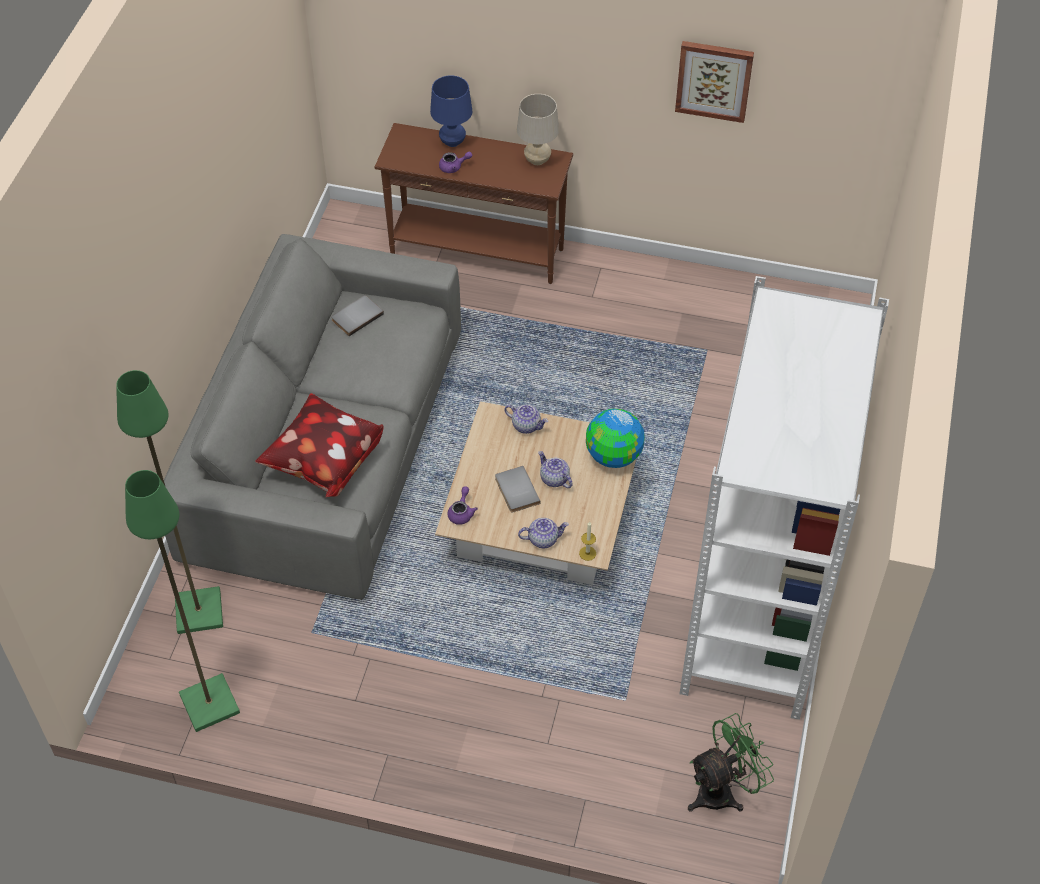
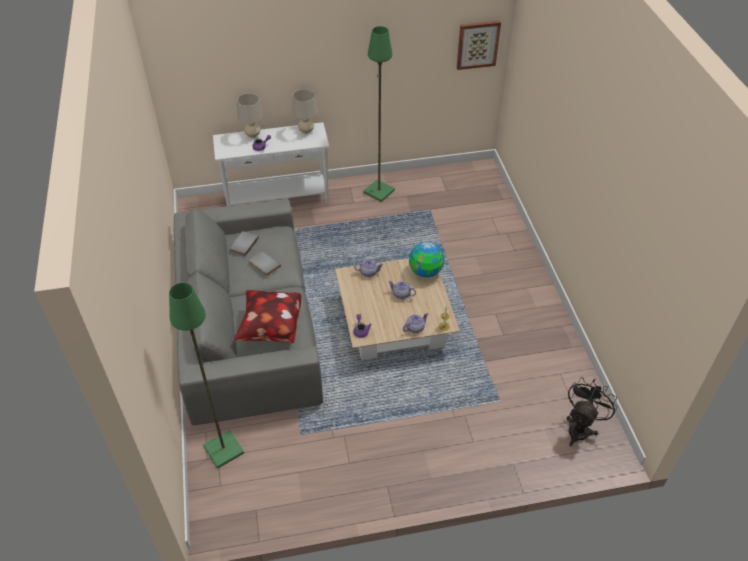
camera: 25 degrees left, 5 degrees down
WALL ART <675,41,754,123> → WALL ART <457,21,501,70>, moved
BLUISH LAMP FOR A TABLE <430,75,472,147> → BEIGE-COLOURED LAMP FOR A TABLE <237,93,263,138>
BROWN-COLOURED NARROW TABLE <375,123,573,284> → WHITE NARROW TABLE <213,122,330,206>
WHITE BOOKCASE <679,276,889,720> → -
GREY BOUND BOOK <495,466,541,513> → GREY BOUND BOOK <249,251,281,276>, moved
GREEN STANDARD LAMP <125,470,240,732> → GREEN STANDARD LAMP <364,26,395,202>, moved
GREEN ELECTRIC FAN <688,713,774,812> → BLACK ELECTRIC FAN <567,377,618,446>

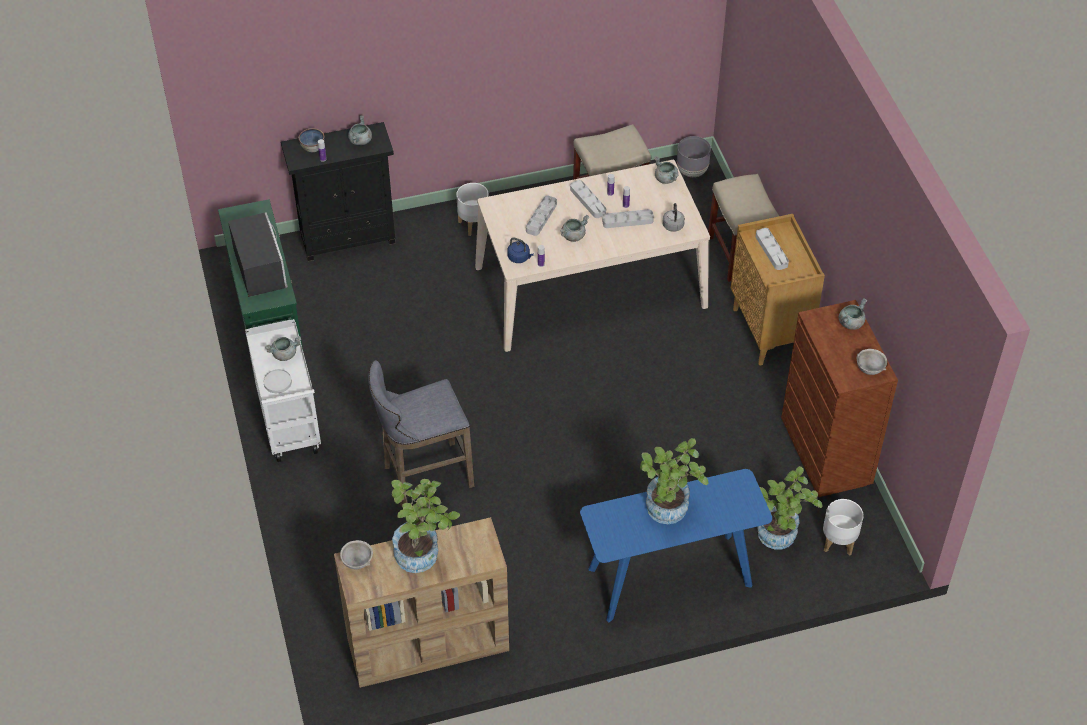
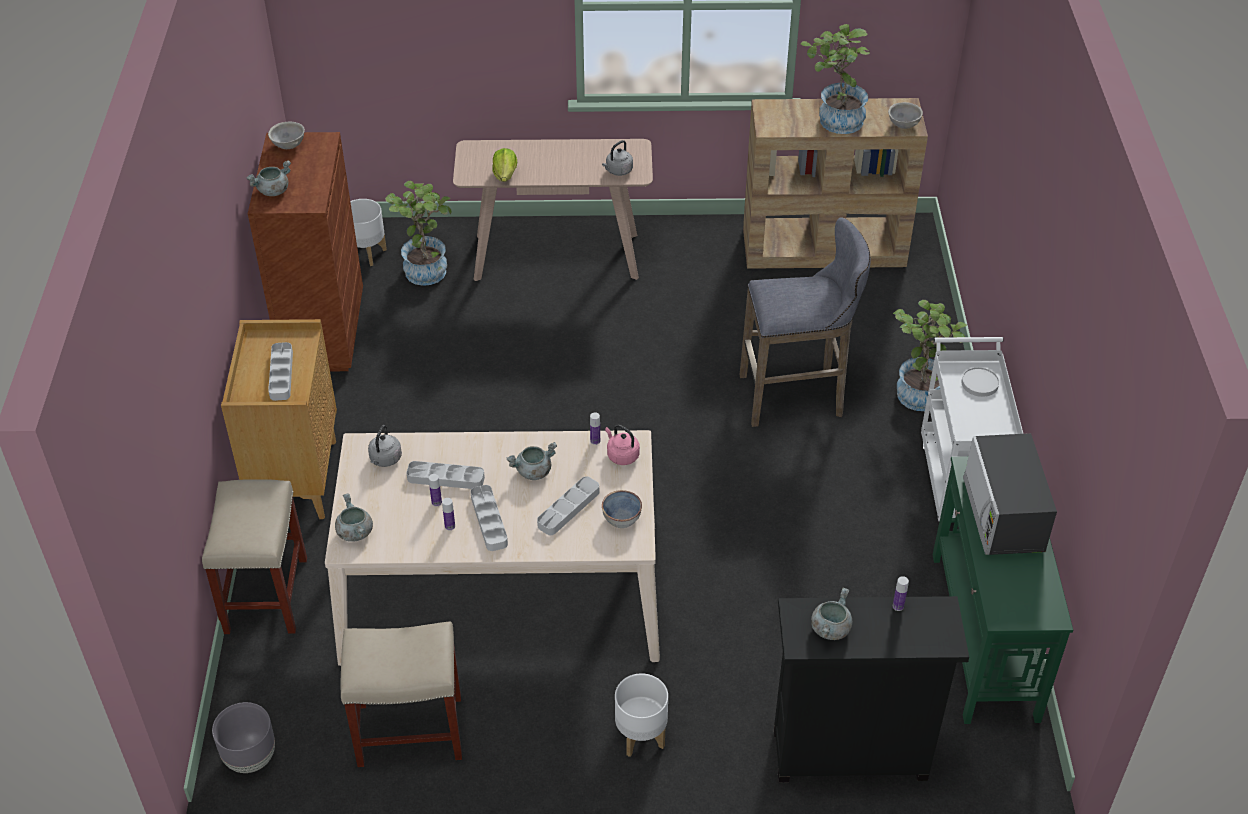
camera: 165 degrees left, 5 degrees down
SERVING BOWL <299,128,324,152> → SERVING BOWL <602,490,642,528>, moved
BLUISH WATER KETTLE <507,237,534,263> → PINK-COLOURED WATER KETTLE <605,425,640,465>
GREY STOCKPOT <265,337,301,361> → -
HOUSEPLANT <640,438,708,524> → HOUSEPLANT <893,300,967,411>, moved
BLUISH NARROW TABLE <580,469,772,622> → BEIGE-COLOURED NARROW TABLE <453,139,653,281>
- → GREY WATER KETTLE <602,140,633,176>
- → LETTUCE <492,148,517,182>

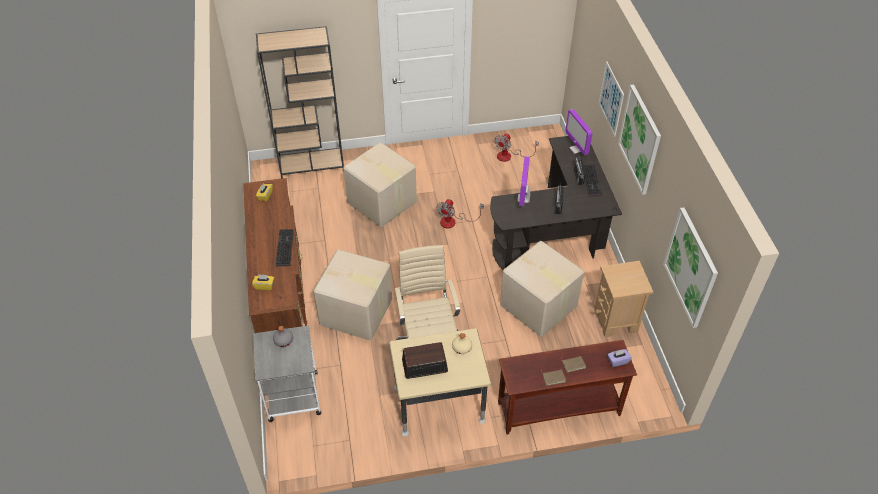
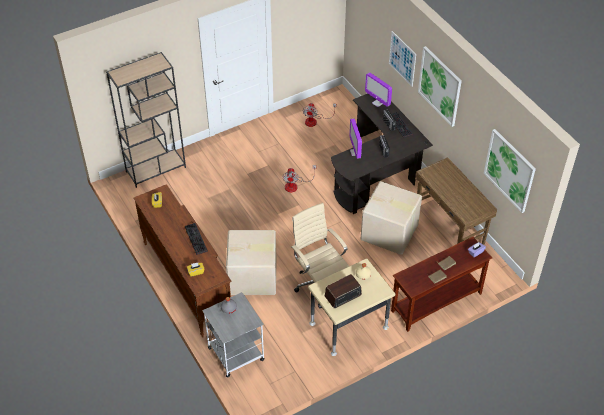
camera: 20 degrees left, 0 degrees up
CARTON <343,142,417,227> → -
BEIGE-COLOURED BEDSIDE TABLE <594,261,653,337> → BROWN-COLOURED NARROW TABLE <415,157,497,245>

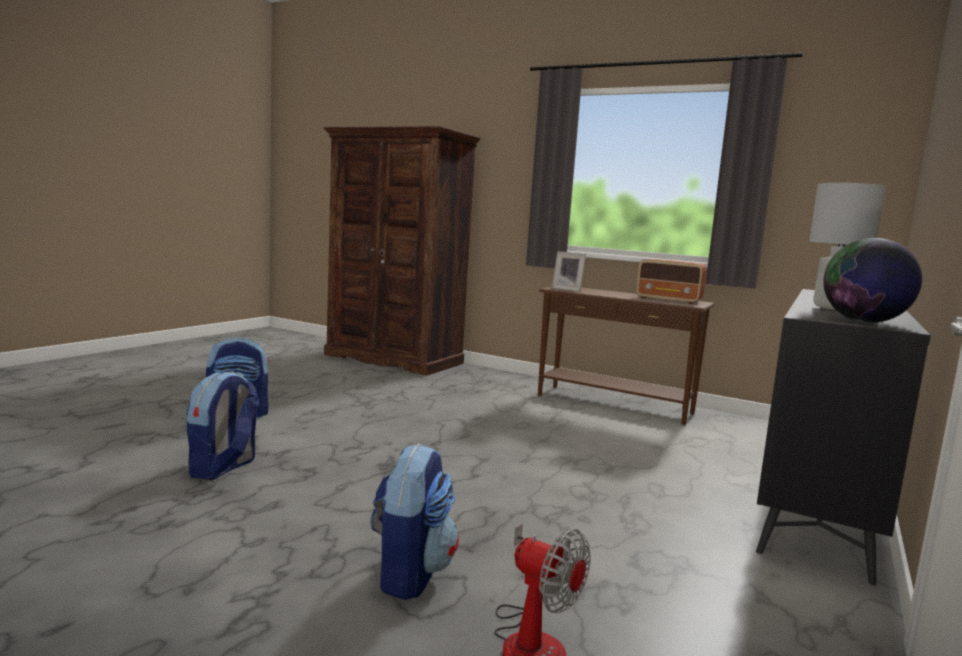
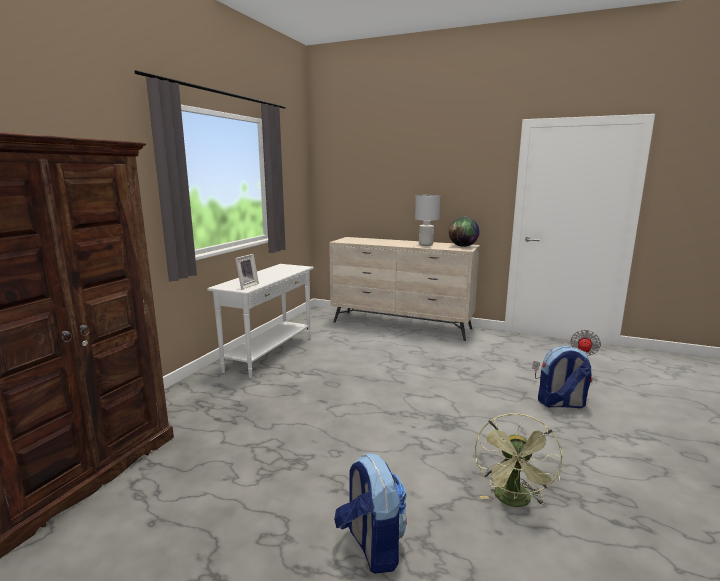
camera: 95 degrees left, 5 degrees up
RADIO <636,259,706,304> → -
BROWN-COLOURED NARROW TABLE <538,287,715,426> → WHITE NARROW TABLE <207,264,314,379>
BLACK DRAWER CHEST <756,289,931,585> → BEIGE-COLOURED DRAWER CHEST <329,237,480,341>
RUCKSACK <186,371,259,480> → GREEN ELECTRIC FAN <475,413,563,507>

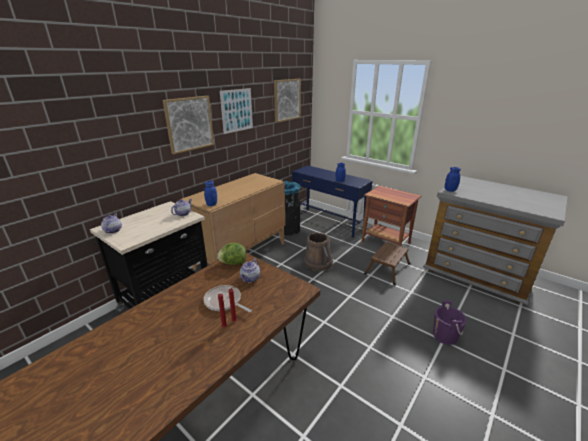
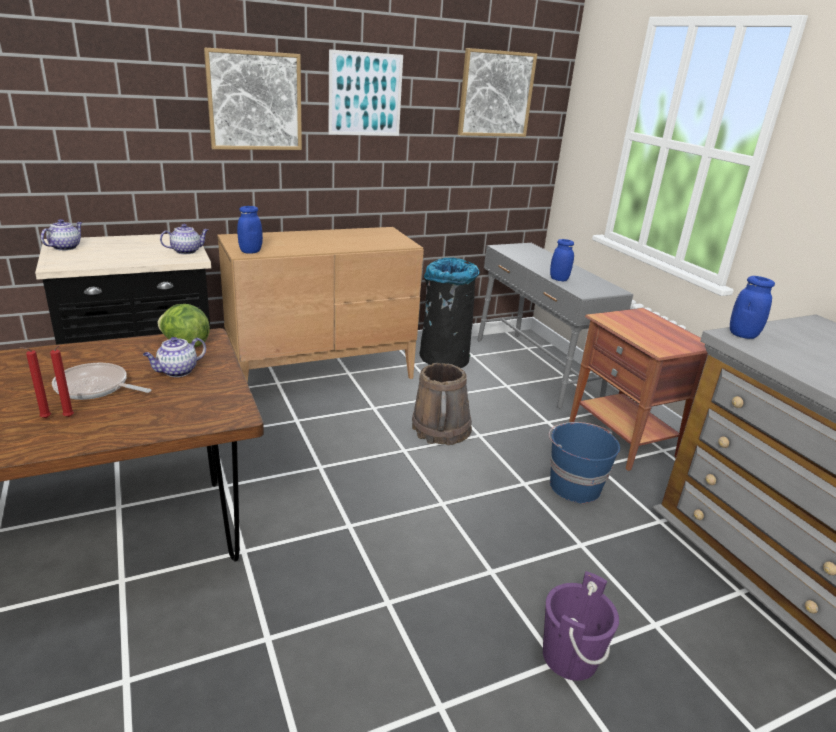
camera: 25 degrees right, 0 degrees up
BLUISH NARROW TABLE <292,165,373,238> → GREY NARROW TABLE <478,243,633,408>
BROWN-COLOURED STEP STOOL <364,242,410,286> → BLUISH BUCKET <549,422,620,503>
SKILLET <203,285,252,312> → SKILLET <52,363,151,400>, 45 degrees counterclockwise

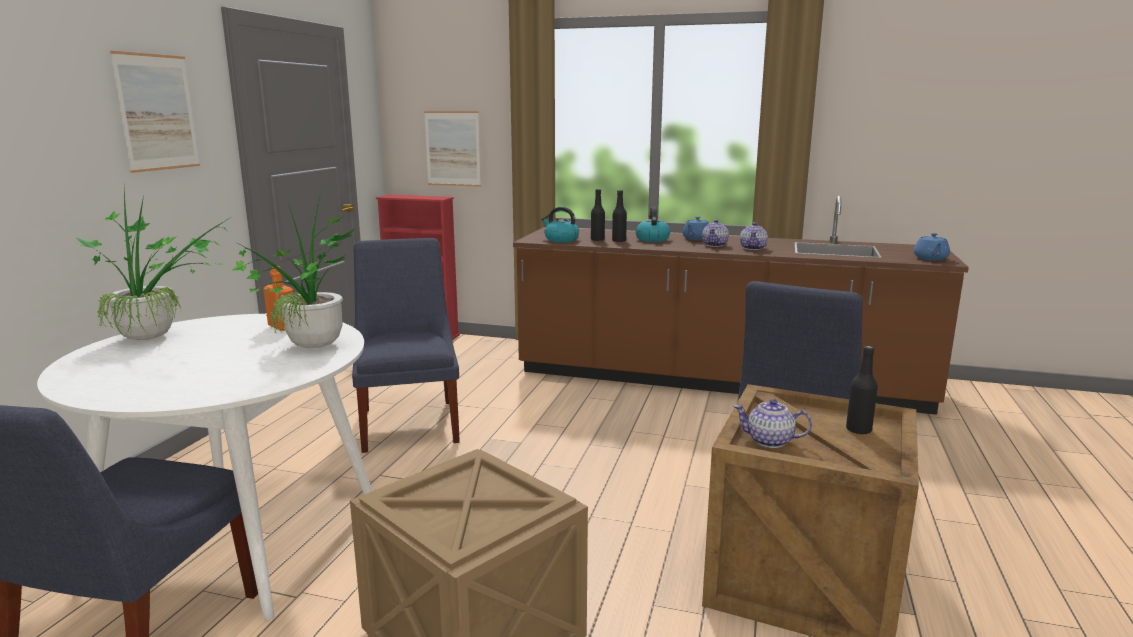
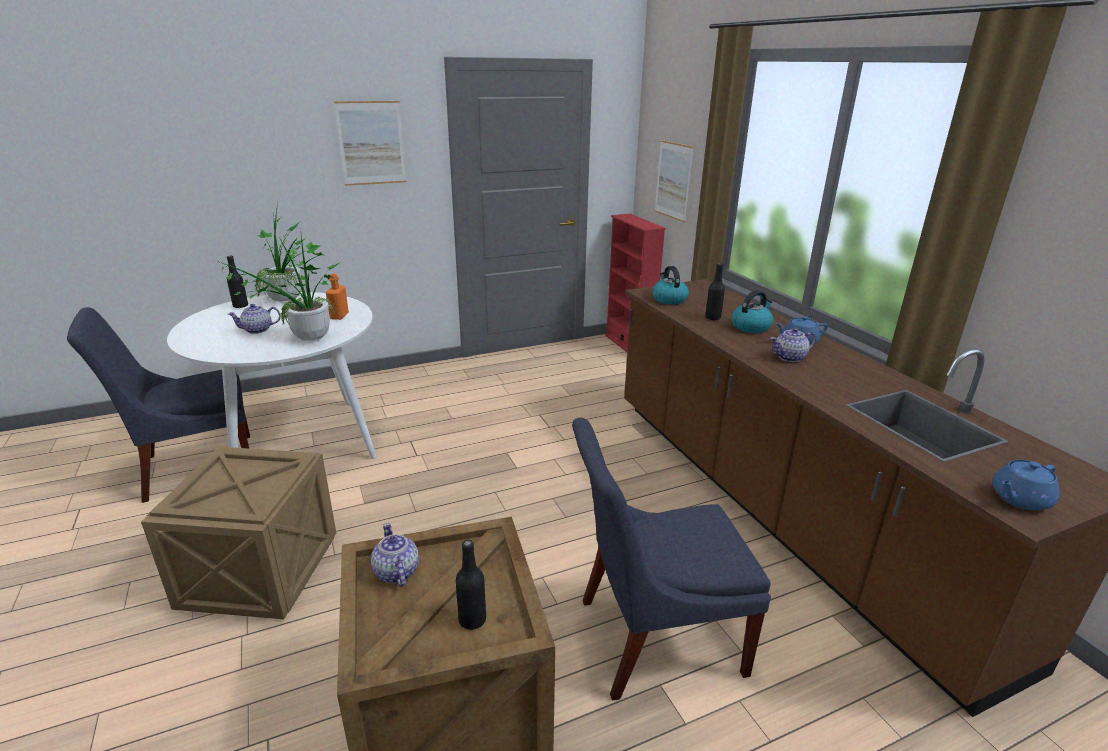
camera: 50 degrees right, 10 degrees up
BLACK BEVERAGE BOTTLE <591,189,605,241> → BLACK BEVERAGE BOTTLE <227,256,248,308>, moved
TEAPOT <740,222,768,250> → TEAPOT <228,304,281,334>, moved
BLUISH PLAIN CHAIR <352,238,460,453> → -

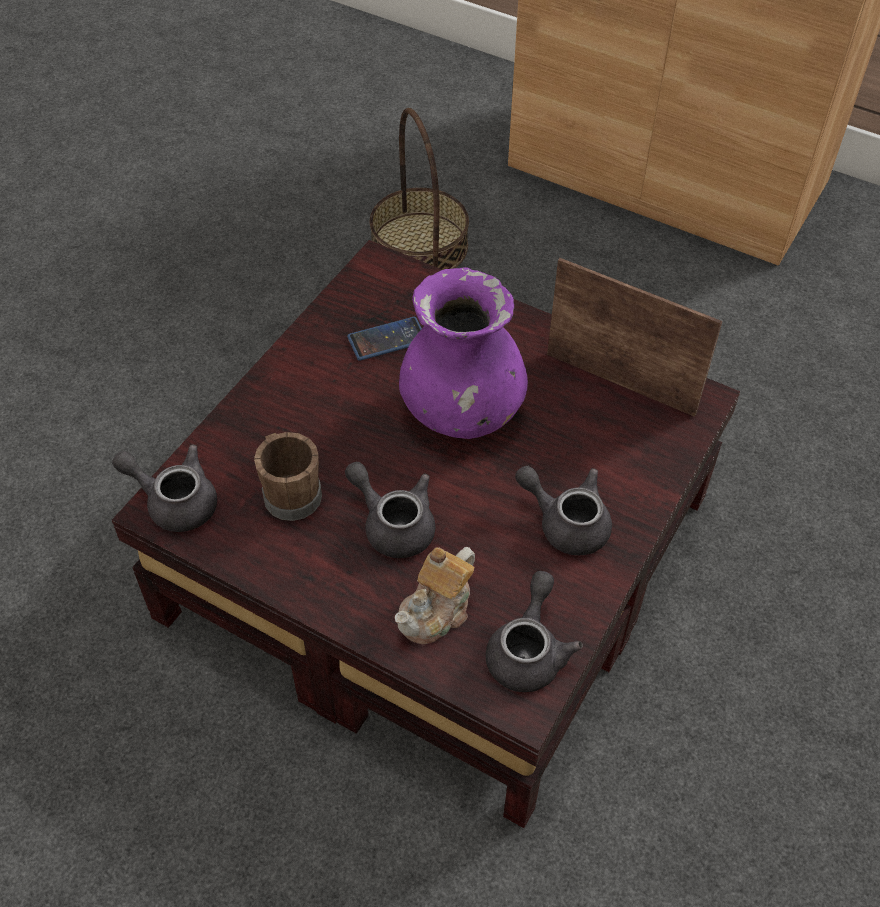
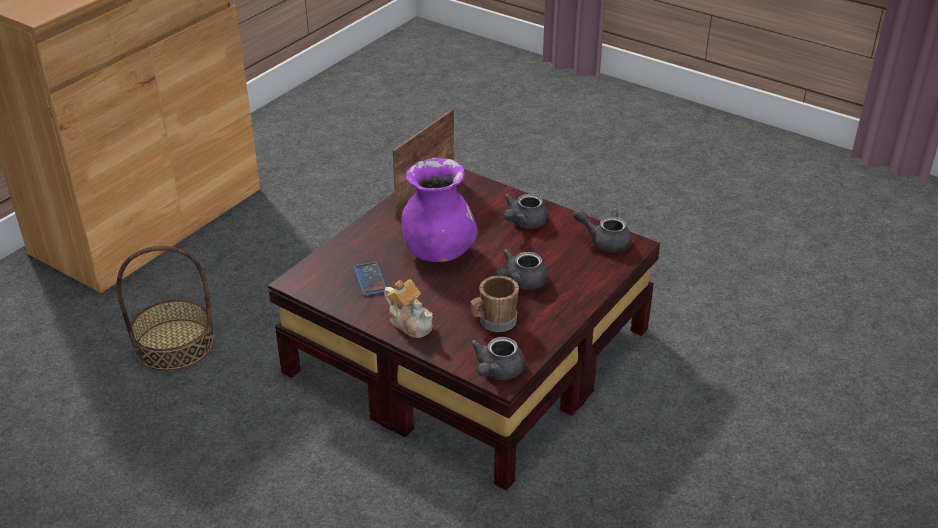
camera: 85 degrees left, 15 degrees down
TEAPOT <394,547,475,644> → TEAPOT <384,280,433,338>, moved

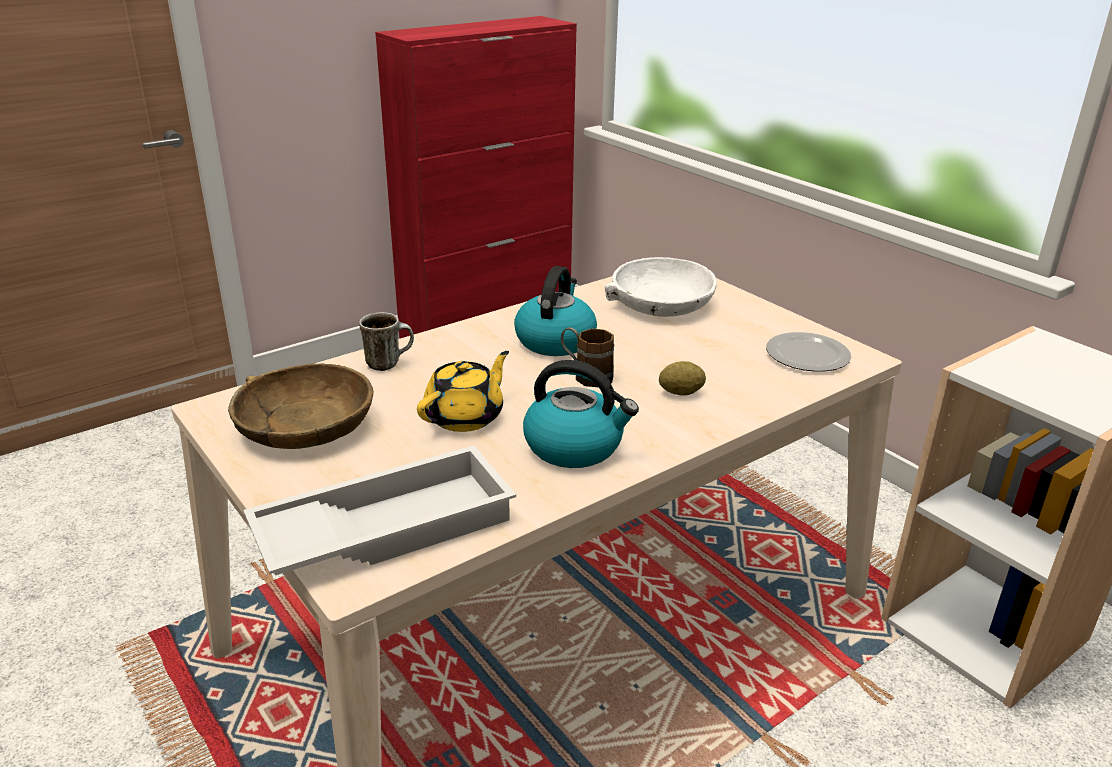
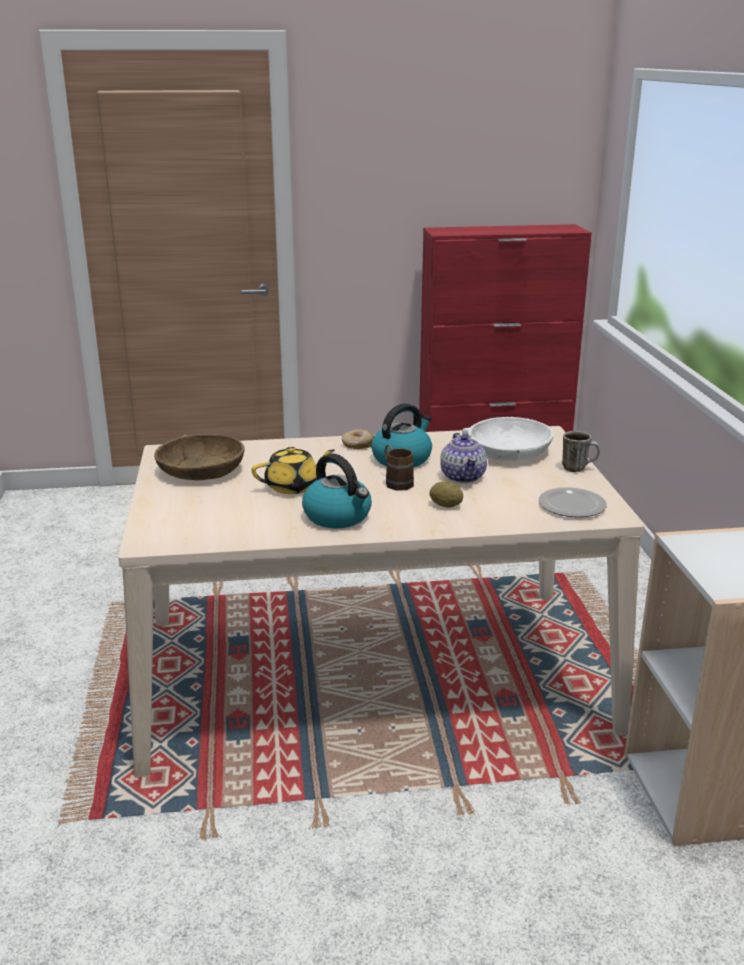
camera: 30 degrees right, 5 degrees down
MUG <359,312,414,371> → MUG <562,431,600,472>, moved
WHITE CARRYING TRAY <243,445,516,575> → -
- → DONUT <341,429,374,449>
- → TEAPOT <440,433,487,483>

